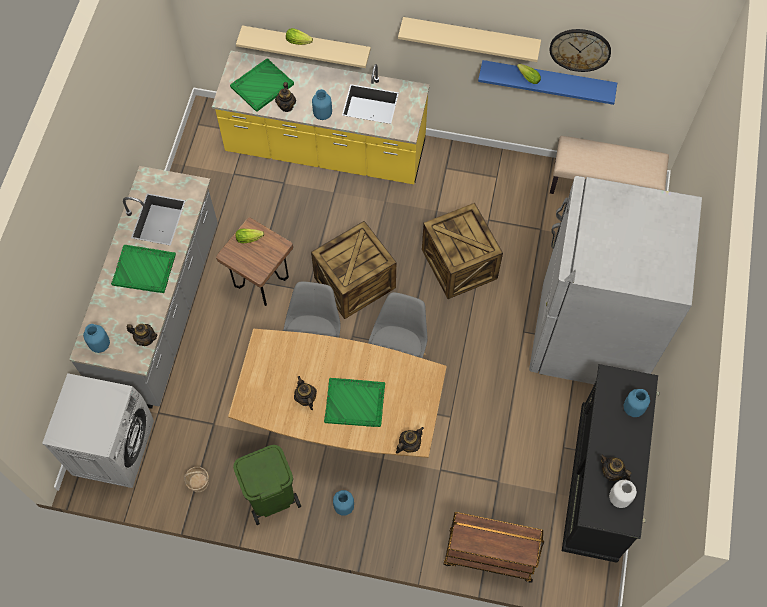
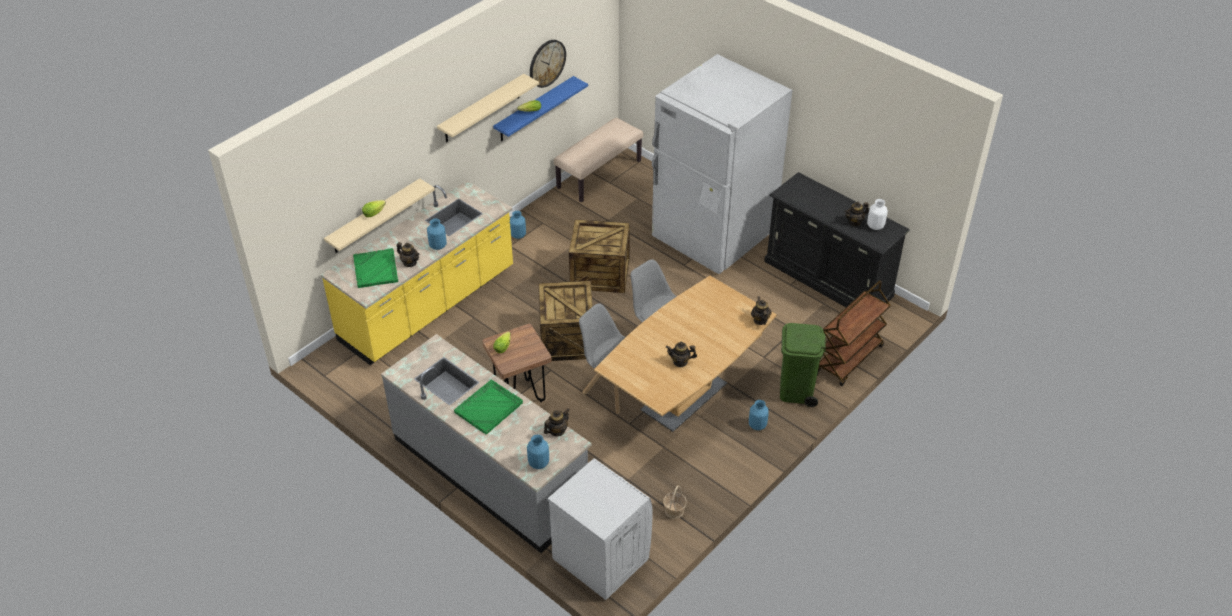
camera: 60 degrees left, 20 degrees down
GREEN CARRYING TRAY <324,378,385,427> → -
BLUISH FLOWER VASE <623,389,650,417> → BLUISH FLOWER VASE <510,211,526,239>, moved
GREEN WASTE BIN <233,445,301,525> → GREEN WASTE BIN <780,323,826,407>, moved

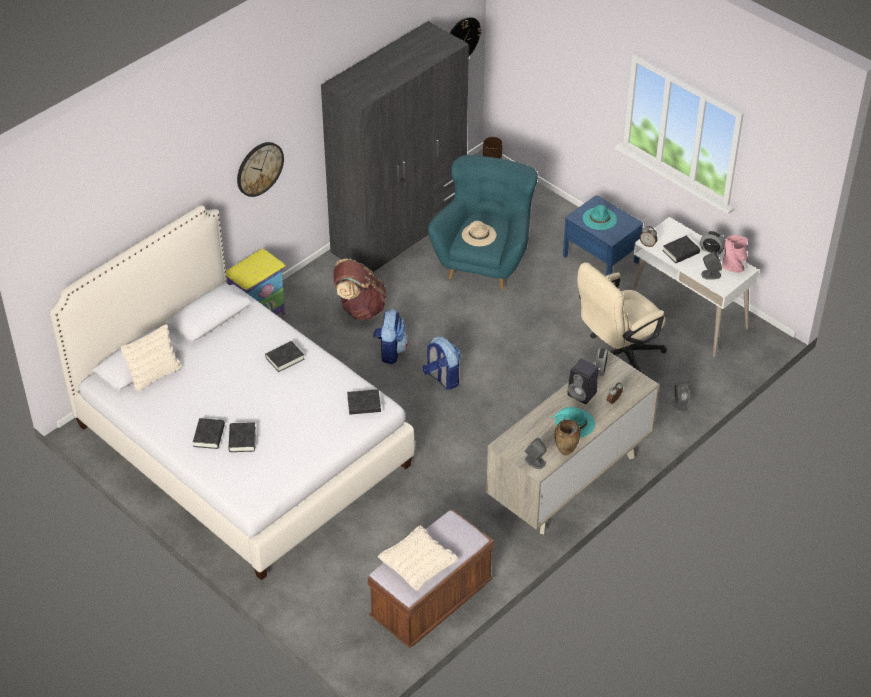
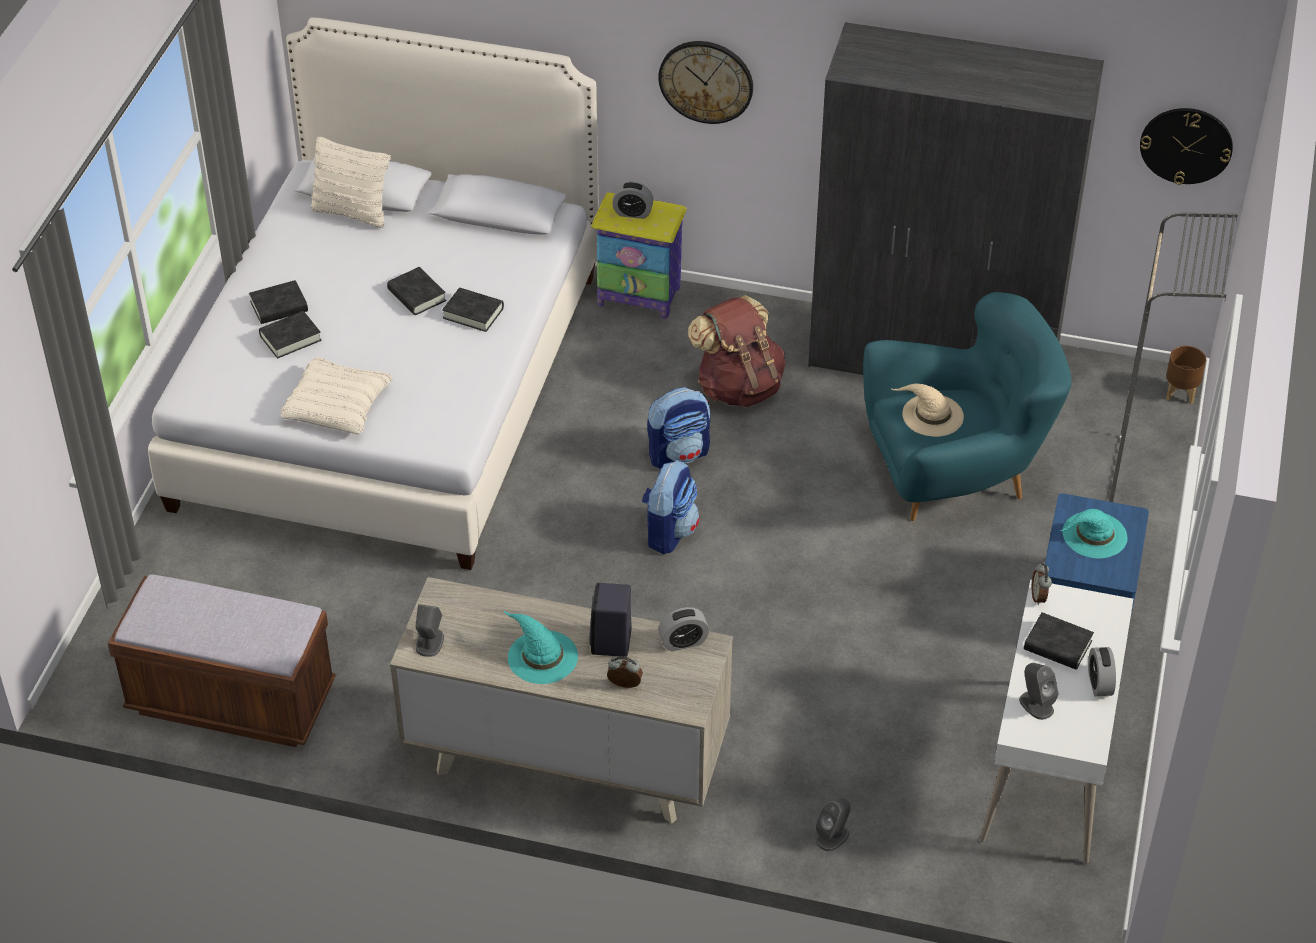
camera: 60 degrees right, 0 degrees up
PINK-COLOURED FLOWER VASE <722,235,748,273> → -
BEIGE-COLOURED OFFICE CHAIR <577,262,667,372> → -
BLACK BOUND BOOK <347,389,381,415> → BLACK BOUND BOOK <387,267,446,315>, moved
BROWN-COLOURED FLOWER VASE <554,419,580,455> → -
BEIGE-COLOURED CUSHION <378,526,458,591> → BEIGE-COLOURED CUSHION <281,357,393,434>, moved
- → BEDSIDE CLOCK <612,182,654,219>
- → GREY CLOTHES RACK <1109,212,1238,502>

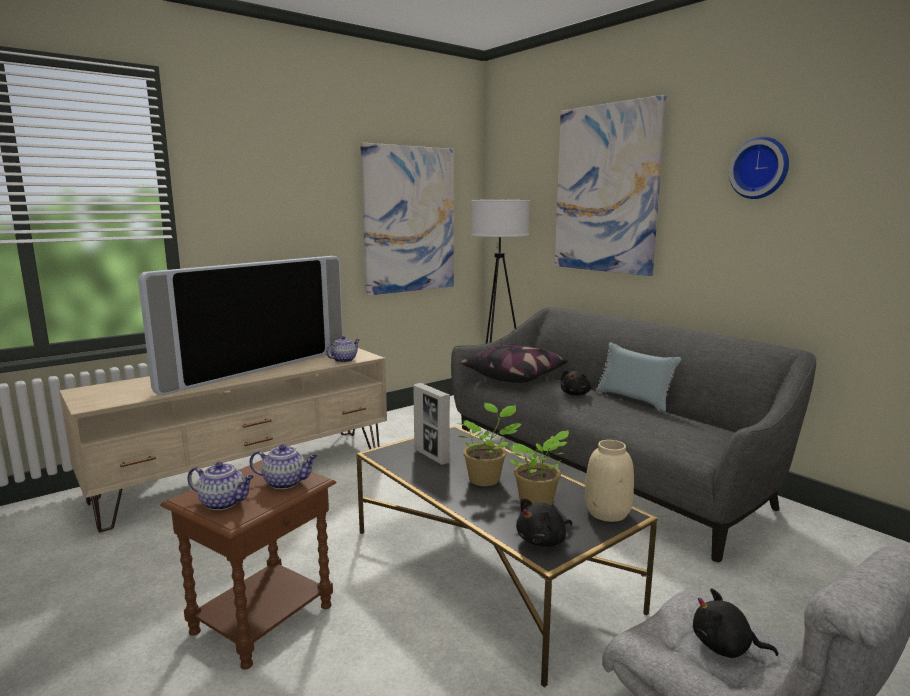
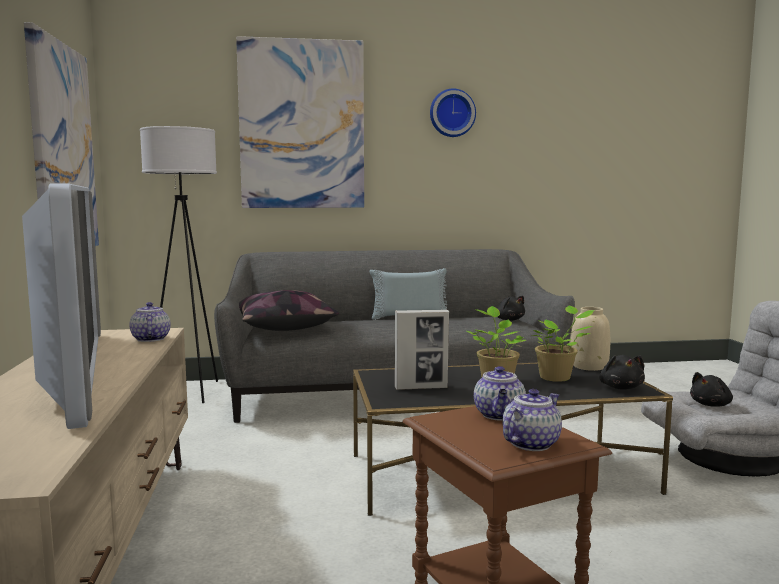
camera: 60 degrees left, 5 degrees down
BLACK SOFT TOY <561,370,592,395> → BLACK SOFT TOY <497,296,525,321>, moved
TEAPOT <249,444,317,489> → TEAPOT <474,366,526,421>, 150 degrees clockwise

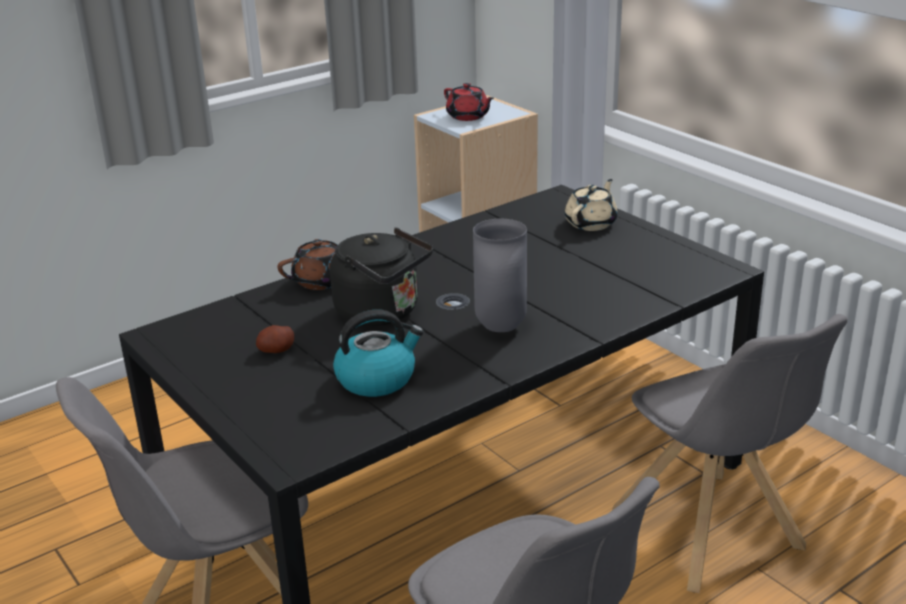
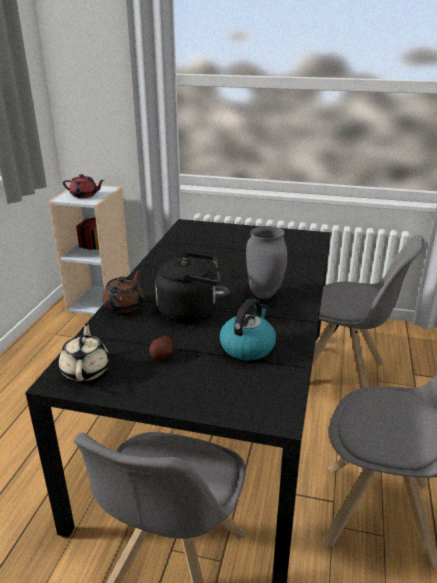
camera: 40 degrees left, 0 degrees up
BEIGE-COLOURED TEAPOT <565,179,618,231> → BEIGE-COLOURED TEAPOT <59,322,110,381>, moved

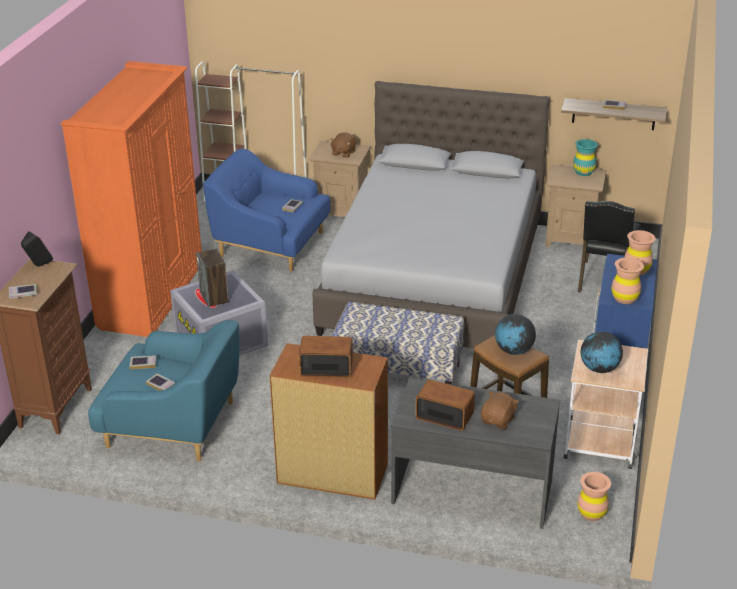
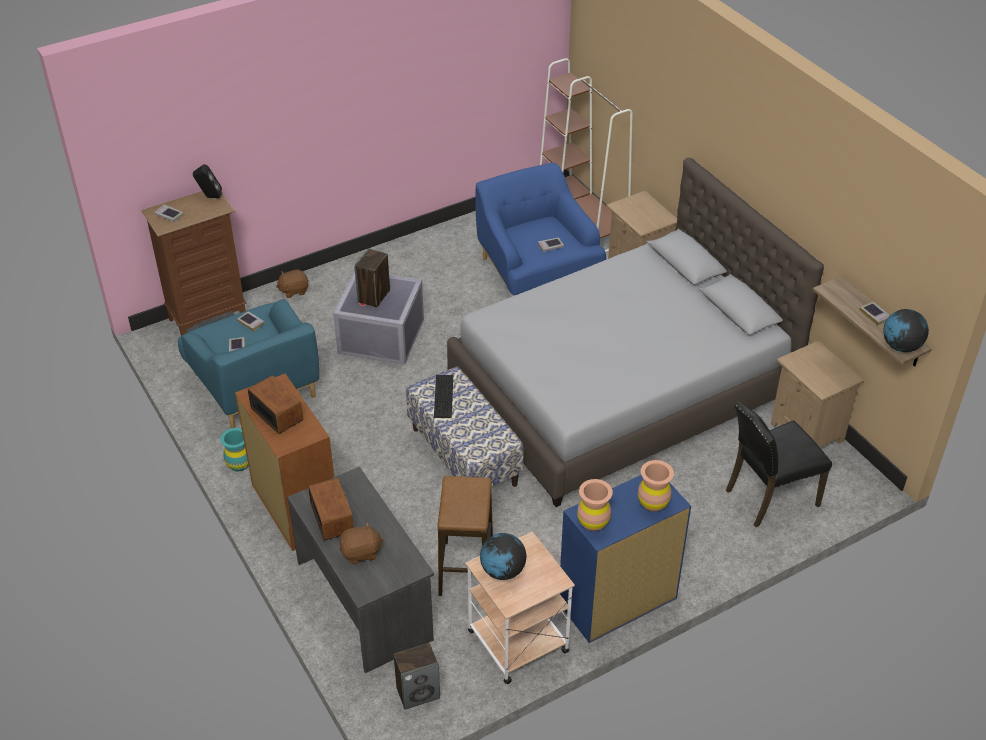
camera: 45 degrees right, 10 degrees up
ORANGE-COLOURED ARMOIRE <60,61,202,337> → -
BROWN-COLOURED SOFT TOY <330,132,356,158> → BROWN-COLOURED SOFT TOY <276,269,309,298>, moved
TURQUOISE FLOWER VASE <573,139,598,176> → TURQUOISE FLOWER VASE <220,428,248,471>, moved
DESK GLOBE <495,314,536,355> → DESK GLOBE <883,309,929,352>, moved
BROWN-COLOURED FLOWER VASE <577,472,611,521> → SPEAKER <394,643,440,710>
- → PC KEYBOARD <434,375,453,418>

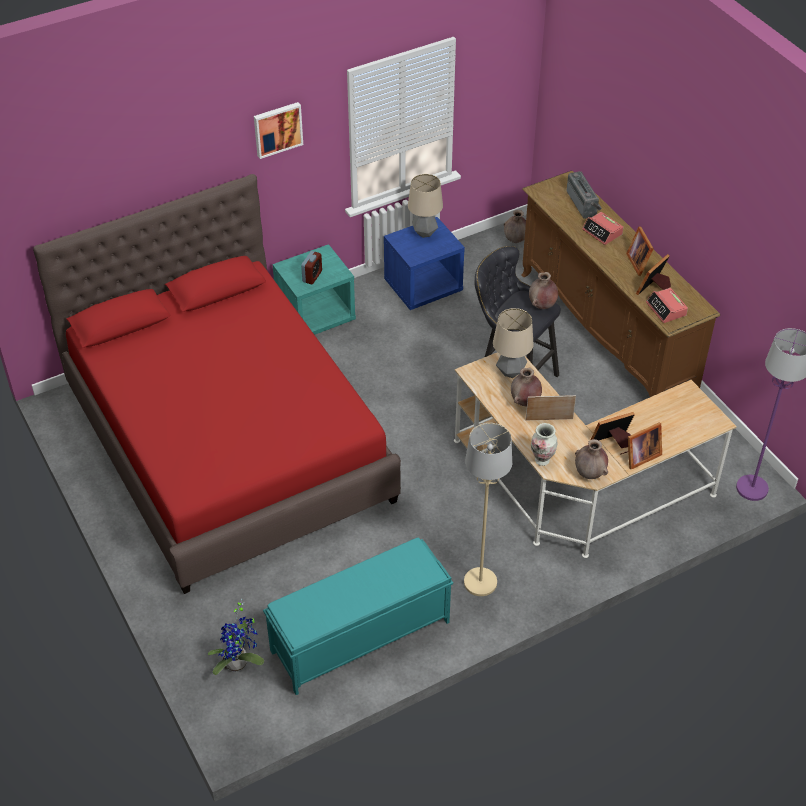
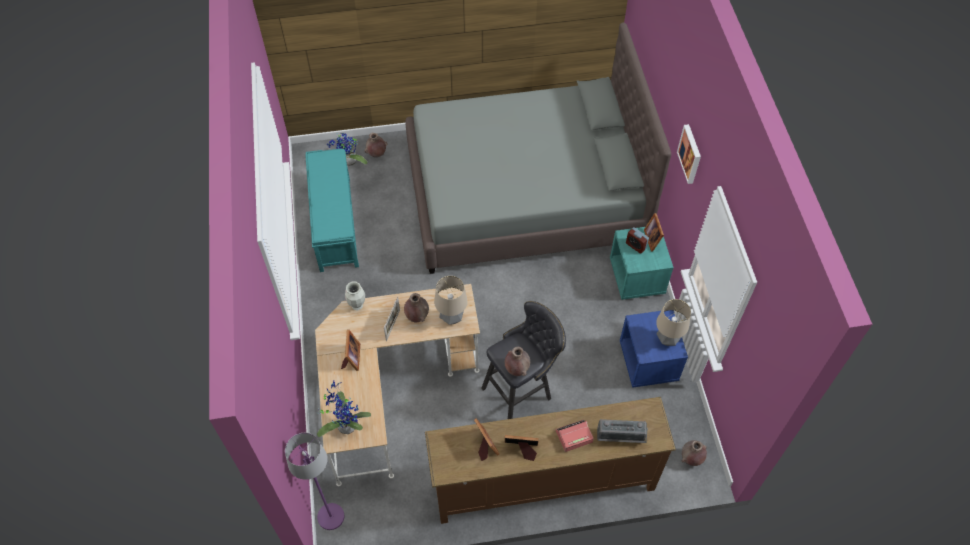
camera: 110 degrees right, 10 degrees up
RED-COLOURED SLEEPING BED <33,174,401,594> → GREY SLEEPING BED <405,22,671,274>
BEDSIDE CLOCK <646,288,688,323> → -
PICTURE FRAME <620,422,662,470> → PICTURE FRAME <644,213,664,252>, moved
BEIGE-COLOURED STANDARD LAMP <464,423,512,596> → -
BROWN-COLOURED FLOWER VASE <575,439,608,479> → BROWN-COLOURED FLOWER VASE <364,132,387,157>, moved
- → HOUSEPLANT <317,380,371,437>

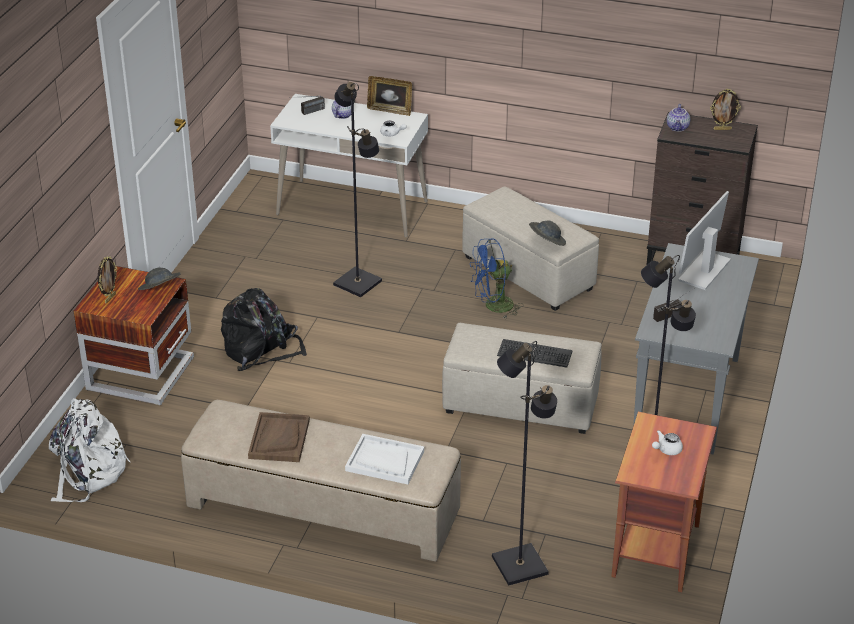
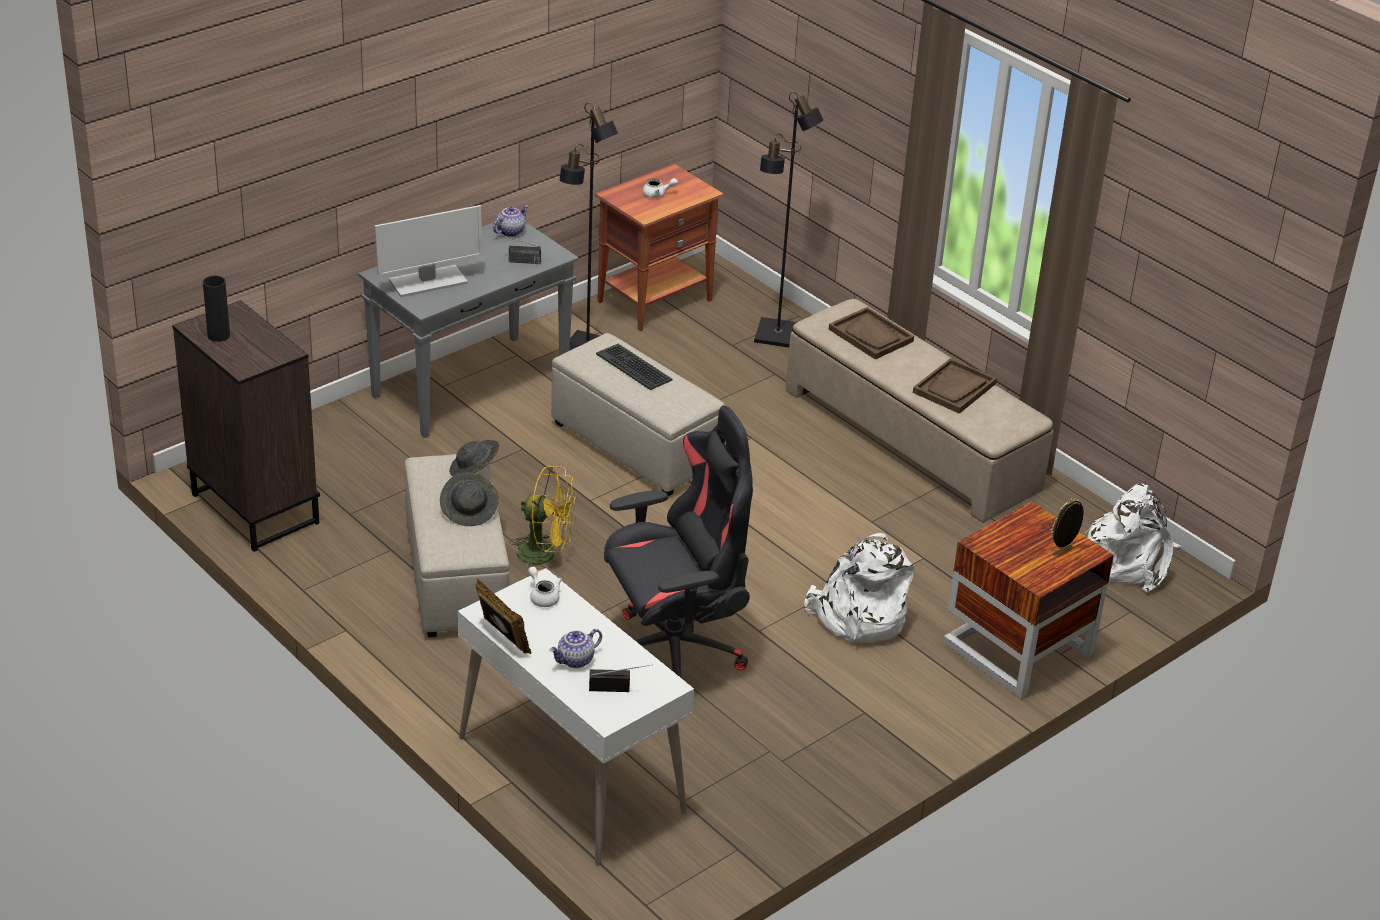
camera: 150 degrees left, 0 degrees up
BLACK STANDARD LAMP <333,82,382,297> → BLACK OFFICE CHAIR <604,405,753,678>
PICTURE FRAME <710,89,741,130> → BLACK FLOWER VASE <203,276,230,342>
TEAPOT <667,104,690,132> → TEAPOT <493,205,528,237>, moved
BLUISH ELECTRIC FAN <470,238,523,319> → YELLOW-COLOURED ELECTRIC FAN <509,466,576,572>
GREY HAT <138,268,181,290> → GREY HAT <440,472,499,526>, moved
BLACK RUCKSACK <221,288,307,371> → WHITE RUCKSACK <804,533,915,643>
WHITE CARRYING TRAY <345,434,424,484> → BROWN-COLOURED CARRYING TRAY <829,307,914,360>

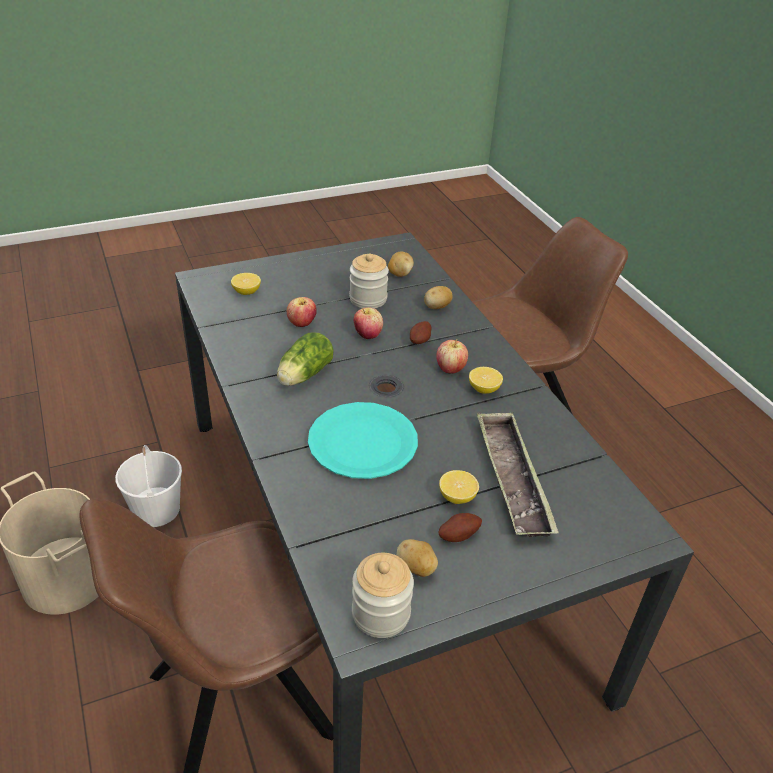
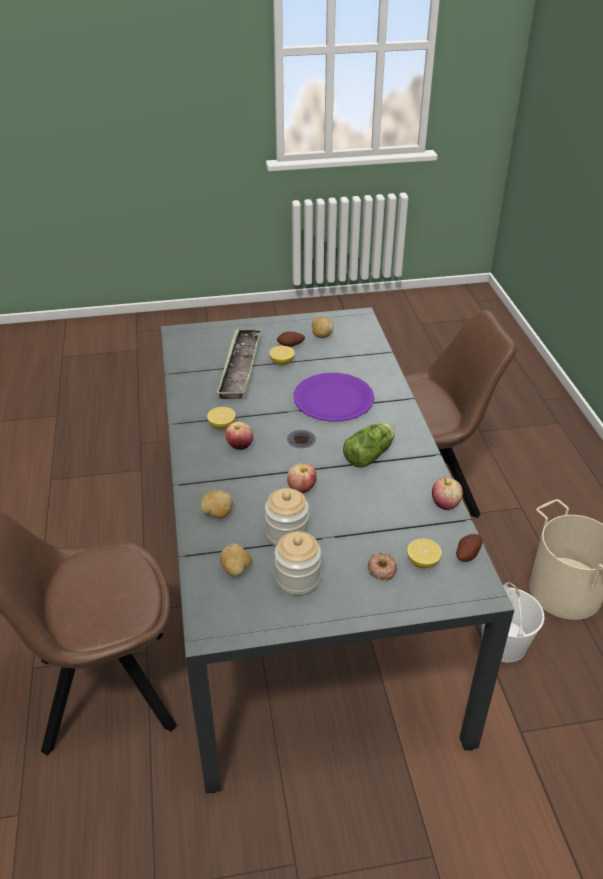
camera: 165 degrees left, 0 degrees up
WHOLE APPLE <287,297,317,327> → WHOLE APPLE <432,477,463,510>, moved
SPUD <410,321,431,344> → SPUD <456,534,482,562>, moved
TURQUOISE PLATE <308,402,418,479> → PURPLE PLATE <293,373,374,422>
JAR <352,553,414,638> → JAR <275,531,321,596>, moved
- → DONUT <367,553,397,581>

